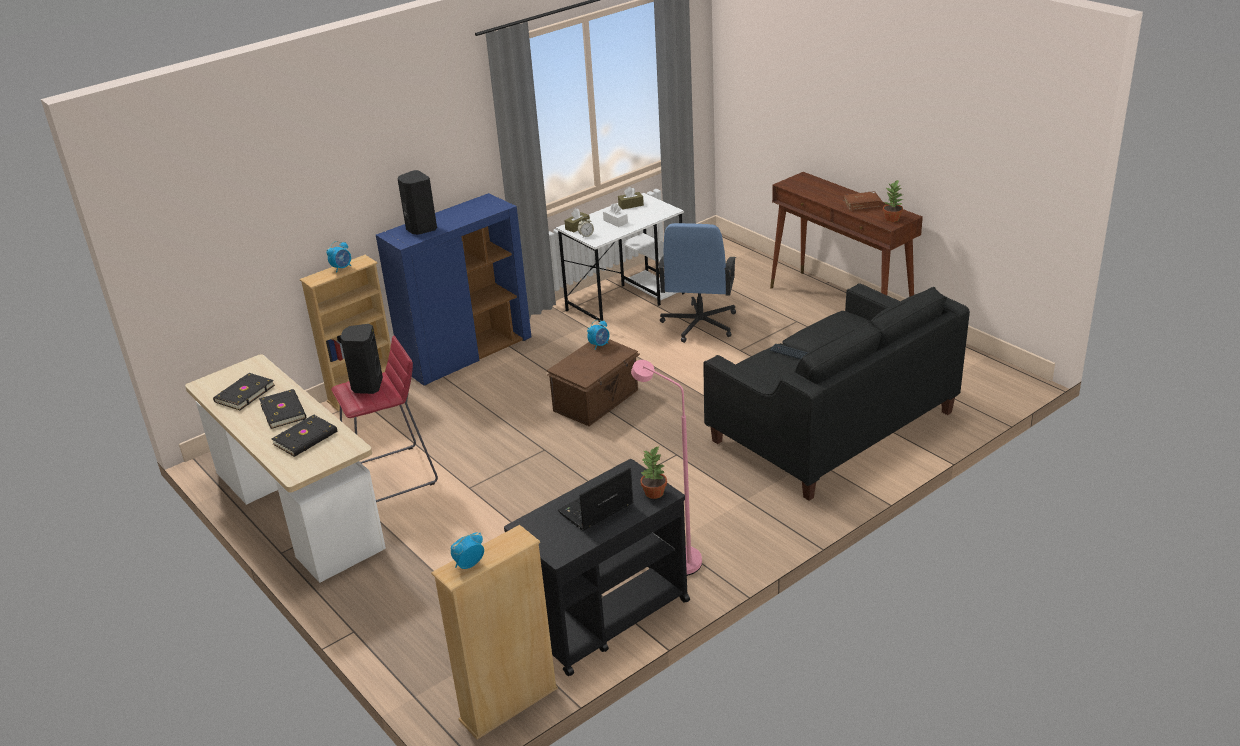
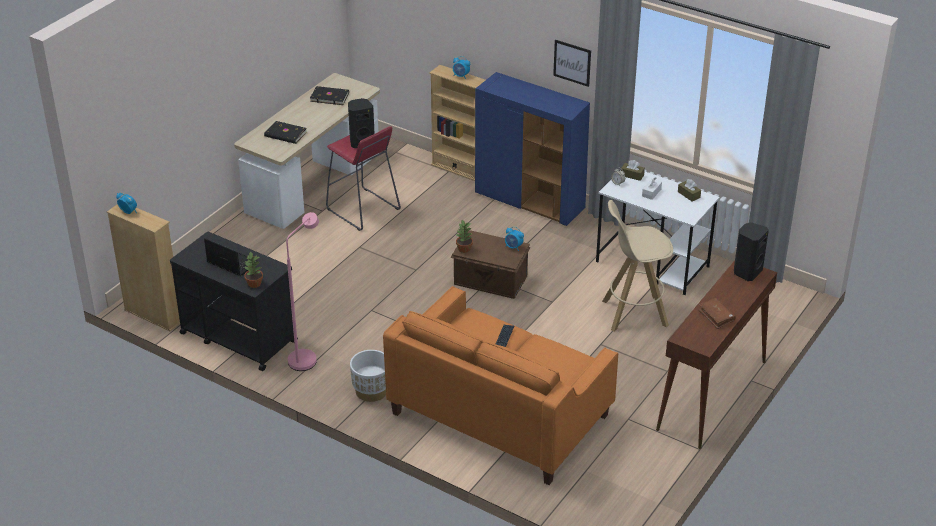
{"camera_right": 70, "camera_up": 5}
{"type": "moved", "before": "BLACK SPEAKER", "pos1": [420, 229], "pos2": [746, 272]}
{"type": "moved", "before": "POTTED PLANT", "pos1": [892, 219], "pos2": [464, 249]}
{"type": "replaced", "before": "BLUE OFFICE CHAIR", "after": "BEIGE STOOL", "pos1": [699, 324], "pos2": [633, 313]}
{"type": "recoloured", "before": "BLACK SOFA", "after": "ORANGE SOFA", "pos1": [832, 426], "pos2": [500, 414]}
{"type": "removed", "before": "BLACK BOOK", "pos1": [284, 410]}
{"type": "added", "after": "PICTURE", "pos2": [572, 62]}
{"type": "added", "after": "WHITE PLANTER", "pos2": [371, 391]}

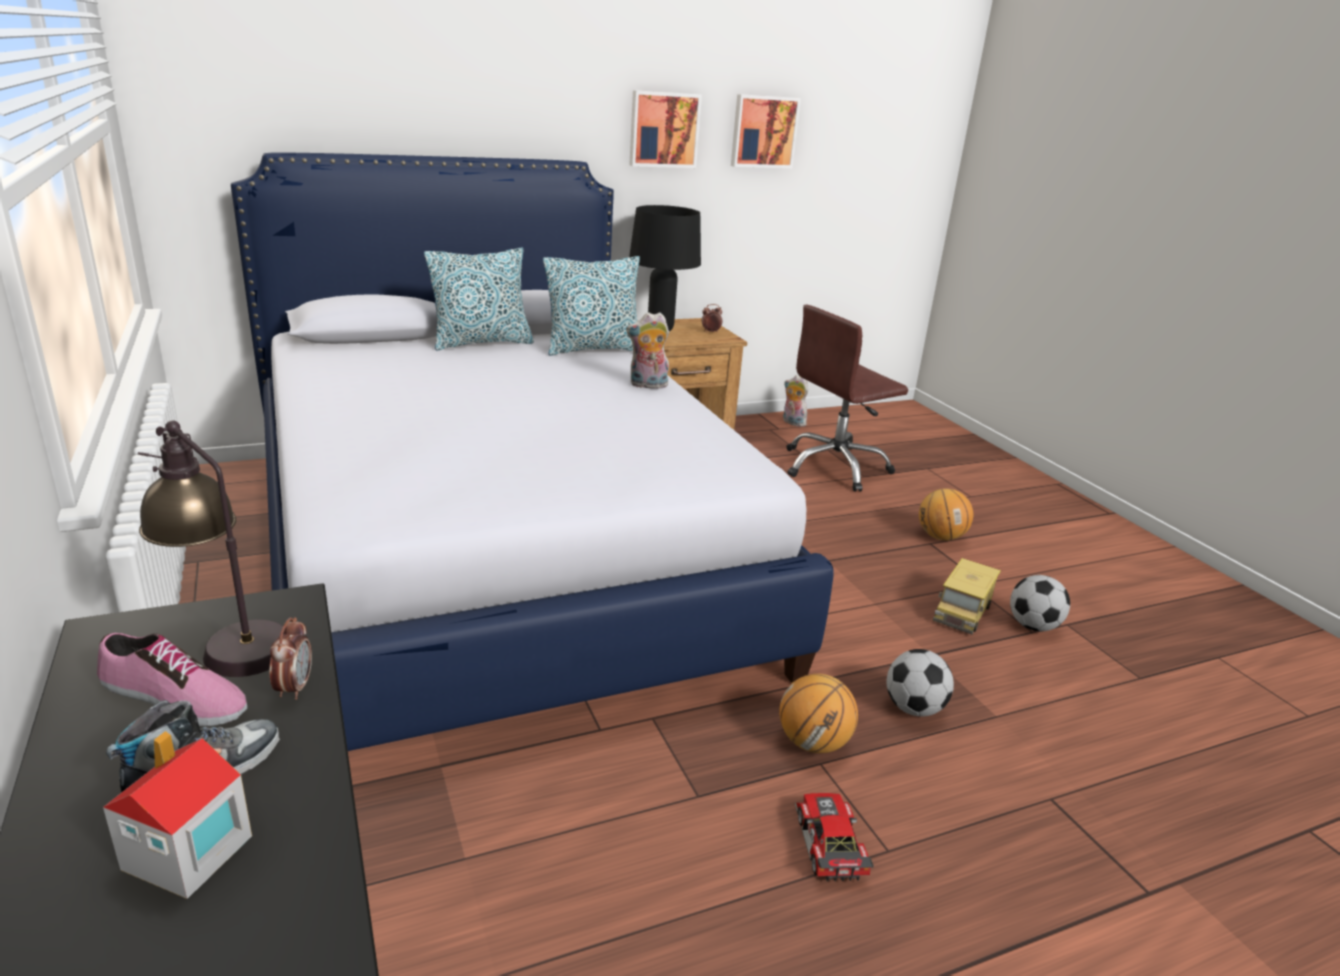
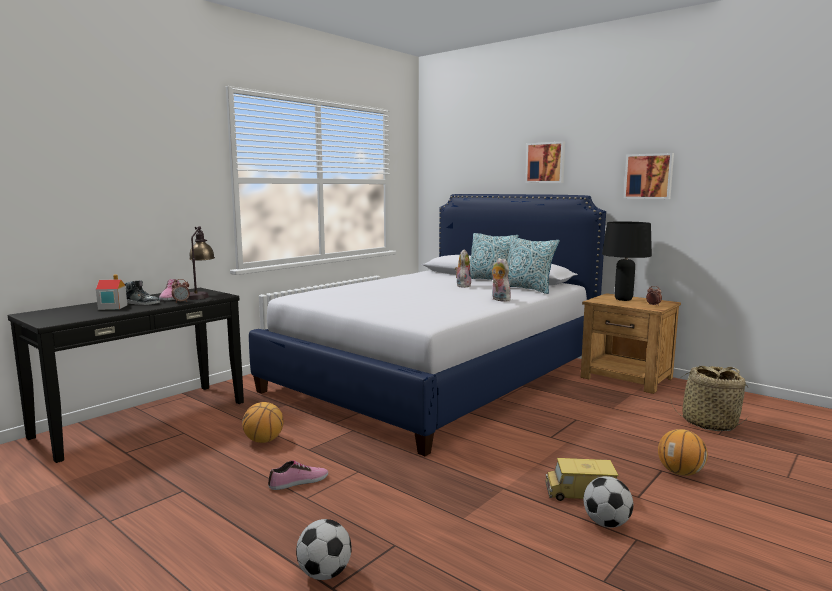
{"camera_right": 65, "camera_up": -15}
{"type": "moved", "before": "PICTURE", "pos1": [763, 131], "pos2": [545, 162]}
{"type": "replaced", "before": "BROWN OFFICE CHAIR", "after": "BASKET", "pos1": [835, 467], "pos2": [709, 423]}
{"type": "moved", "before": "PLUSH TOY", "pos1": [792, 422], "pos2": [462, 286]}
{"type": "moved", "before": "FOOTBALL", "pos1": [913, 709], "pos2": [324, 574]}
{"type": "moved", "before": "BASKETBALL", "pos1": [813, 743], "pos2": [264, 441]}
{"type": "replaced", "before": "TOY CAR", "after": "SHOE", "pos1": [826, 844], "pos2": [299, 482]}

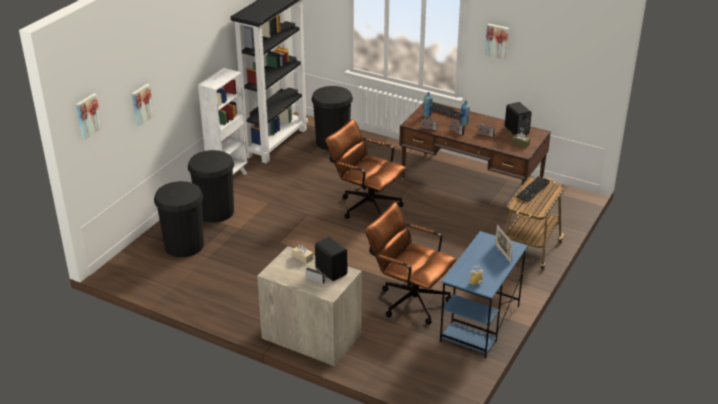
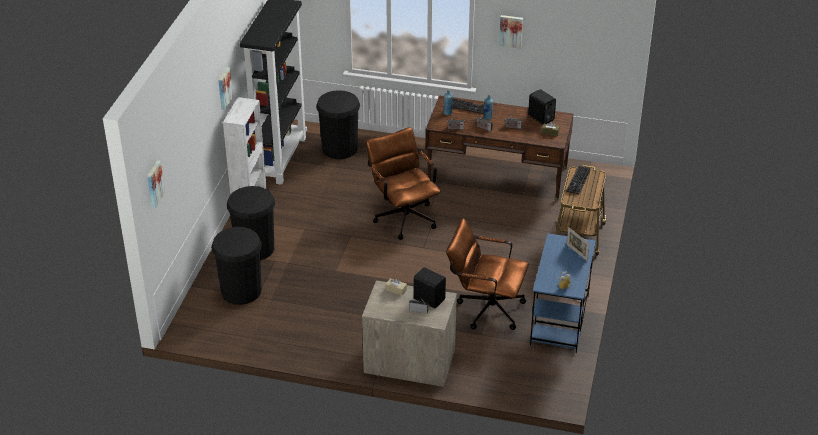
{"camera_right": -15, "camera_up": 5}
{"type": "moved", "before": "PICTURE", "pos1": [141, 104], "pos2": [223, 88]}
{"type": "turned", "before": "BROWN OFFICE CHAIR", "pos1": [365, 205], "pos2": [403, 215], "turn": 45}

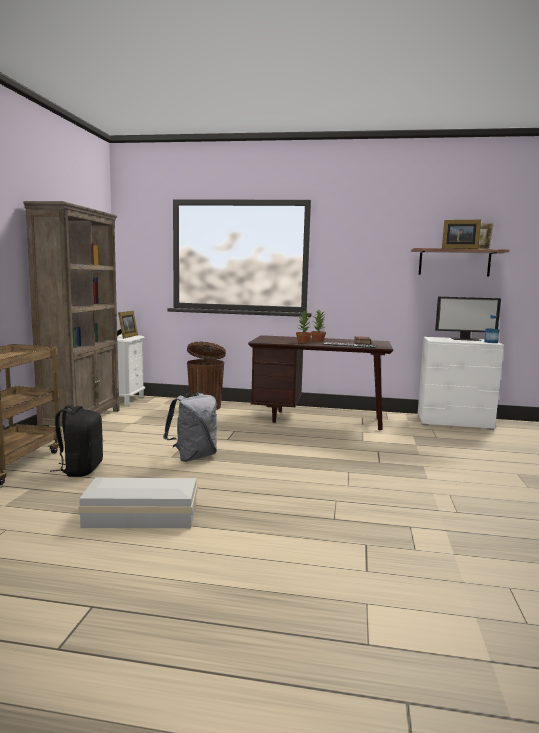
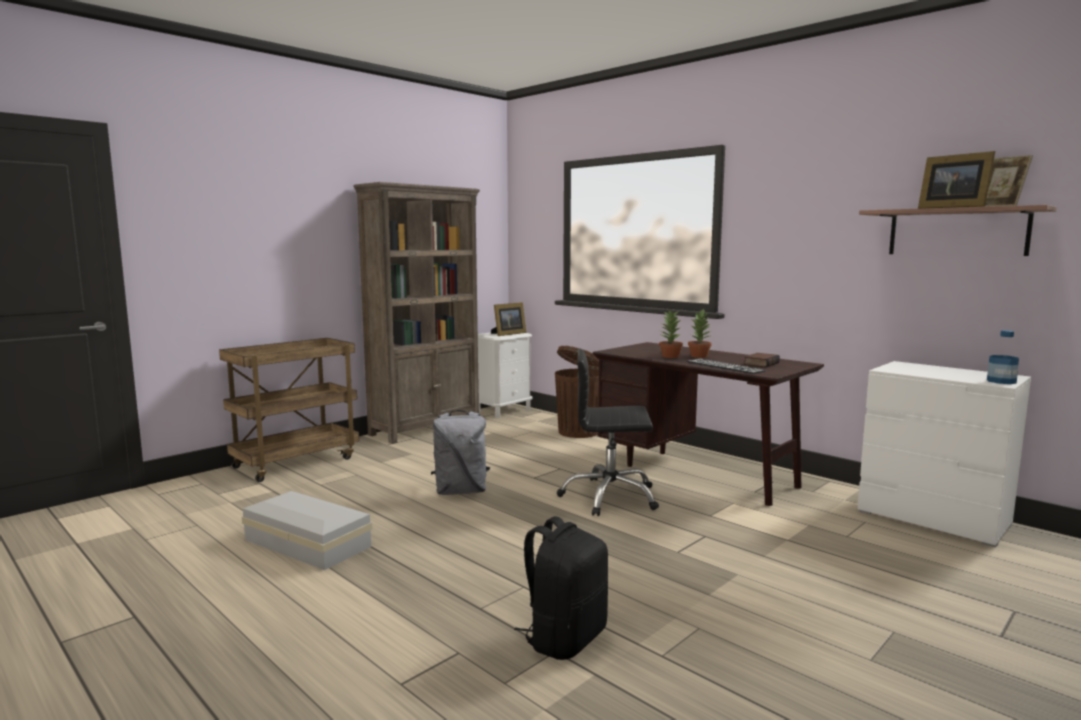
{"camera_right": 35, "camera_up": 0}
{"type": "removed", "before": "MONITOR", "pos1": [465, 339]}
{"type": "moved", "before": "BLACK BACKPACK", "pos1": [80, 469], "pos2": [564, 638]}
{"type": "added", "after": "BLACK OFFICE CHAIR", "pos2": [609, 497]}

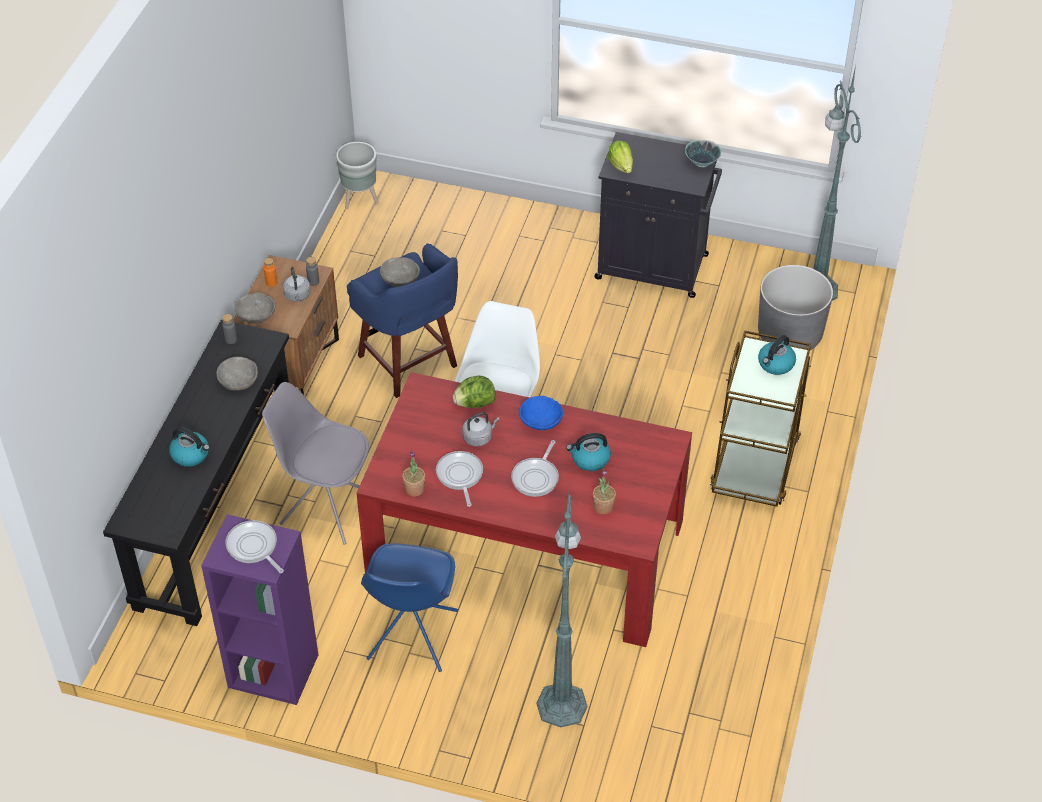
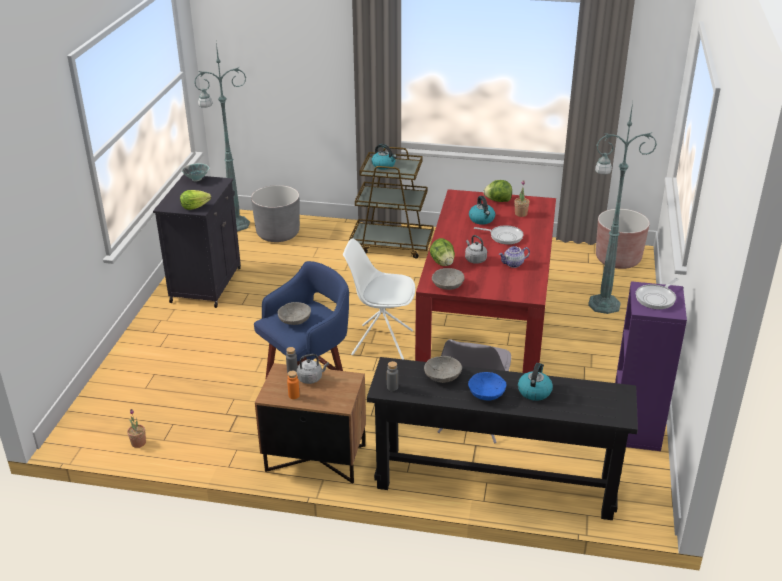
{"camera_right": -95, "camera_up": -15}
{"type": "removed", "before": "GREY PLANTER", "pos1": [360, 200]}
{"type": "moved", "before": "GREY BOWL", "pos1": [256, 315], "pos2": [448, 285]}
{"type": "moved", "before": "BLUE BOWL", "pos1": [540, 420], "pos2": [486, 394]}
{"type": "moved", "before": "POTTED PLANT", "pos1": [414, 489], "pos2": [138, 443]}
{"type": "replaced", "before": "FRYING PAN", "after": "TEAPOT", "pos1": [460, 476], "pos2": [513, 264]}
{"type": "removed", "before": "BLUE CHAIR", "pos1": [411, 636]}
{"type": "added", "after": "LETTUCE", "pos2": [498, 200]}
{"type": "added", "after": "BROWN PLANTER", "pos2": [618, 259]}

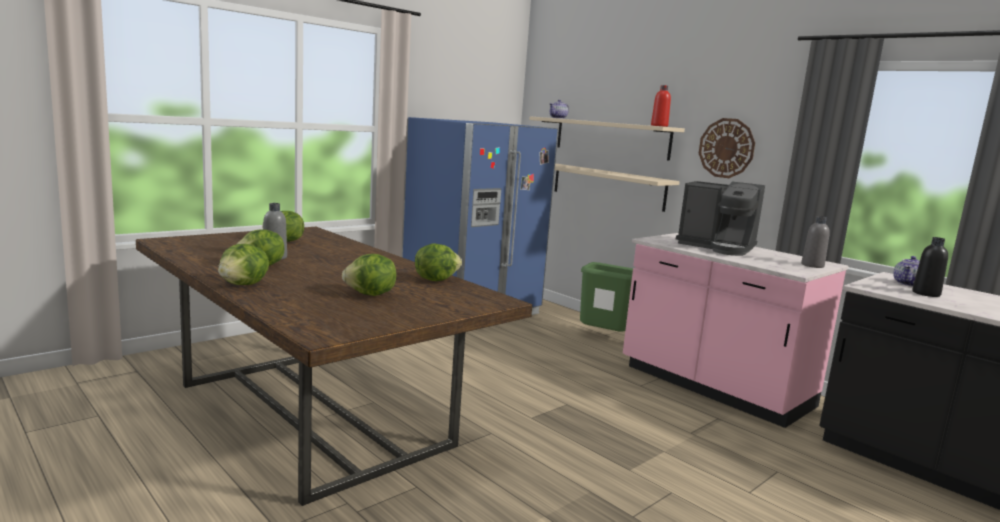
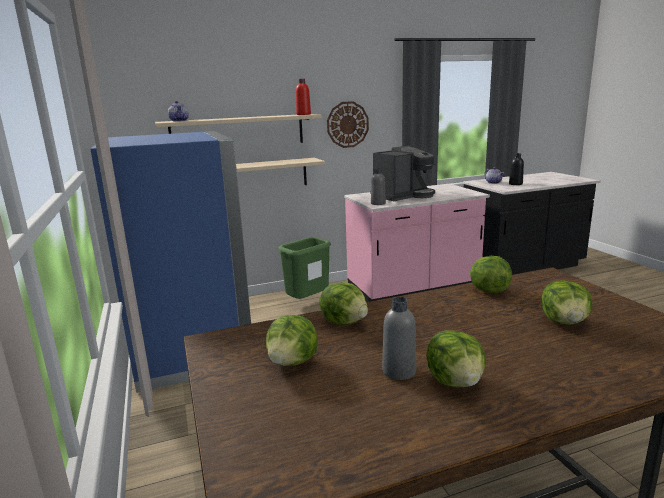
{"camera_right": -65, "camera_up": 5}
{"type": "moved", "before": "GREY BOTTLE", "pos1": [812, 265], "pos2": [378, 203]}
{"type": "moved", "before": "LETTUCE", "pos1": [244, 285], "pos2": [345, 322]}

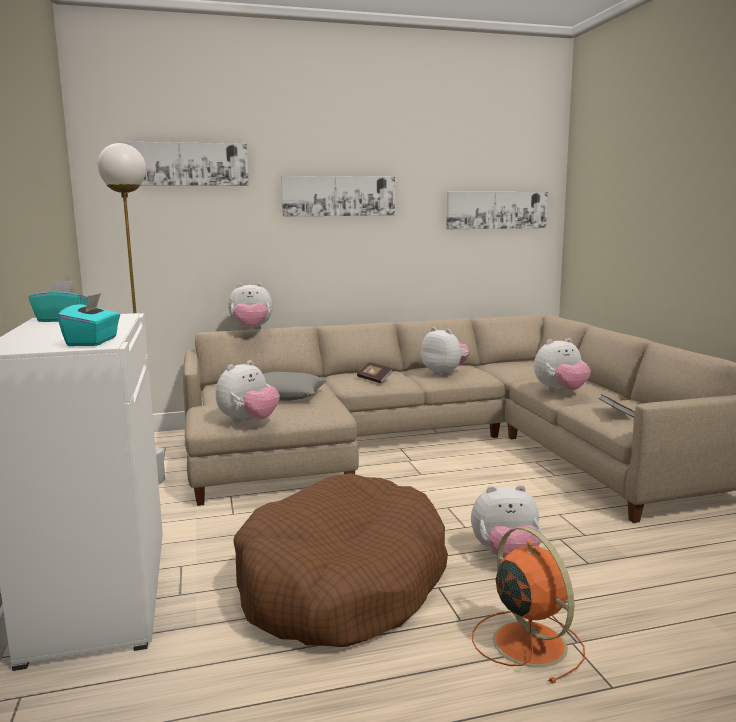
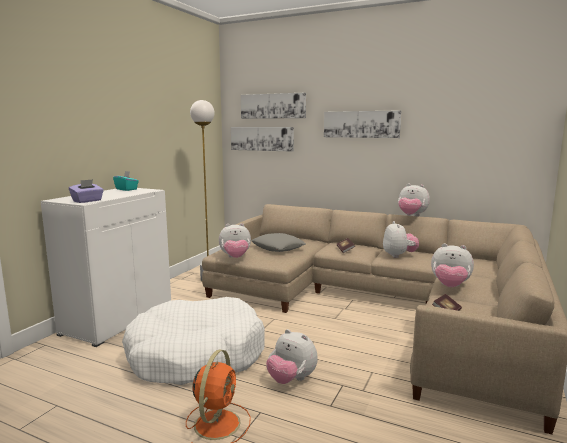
{"camera_right": 40, "camera_up": 0}
{"type": "moved", "before": "PICTURE", "pos1": [496, 210], "pos2": [262, 138]}
{"type": "moved", "before": "PLUSH TOY", "pos1": [251, 330], "pos2": [411, 216]}
{"type": "recoloured", "before": "TURQUOISE TISSUE BOX", "after": "PURPLE TISSUE BOX", "pos1": [93, 342], "pos2": [87, 201]}
{"type": "recoloured", "before": "BROWN DOG BED", "after": "WHITE DOG BED", "pos1": [342, 583], "pos2": [196, 355]}

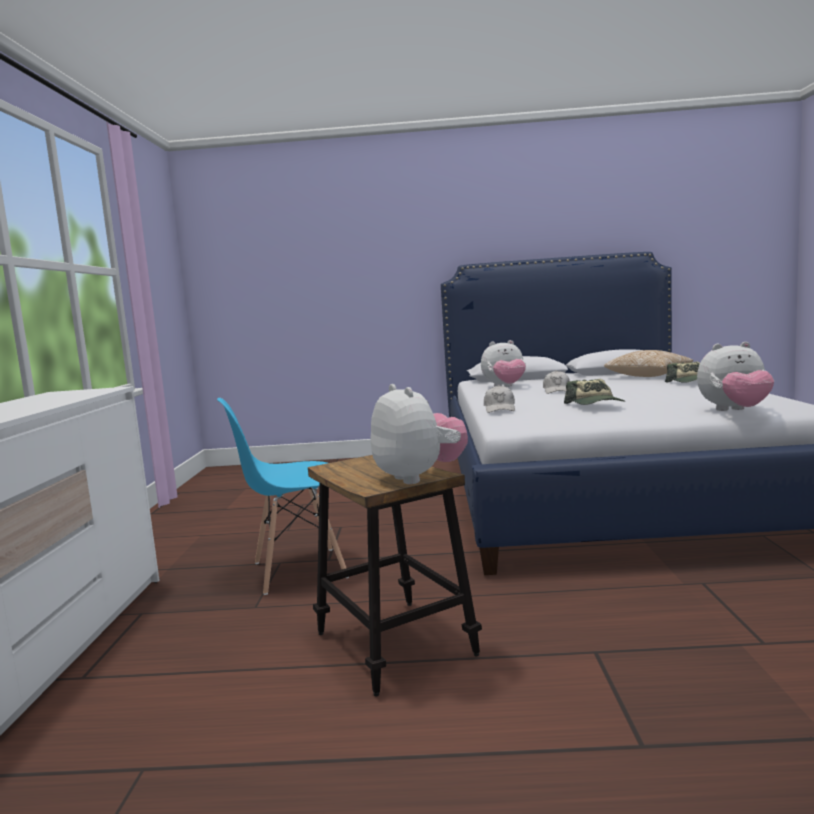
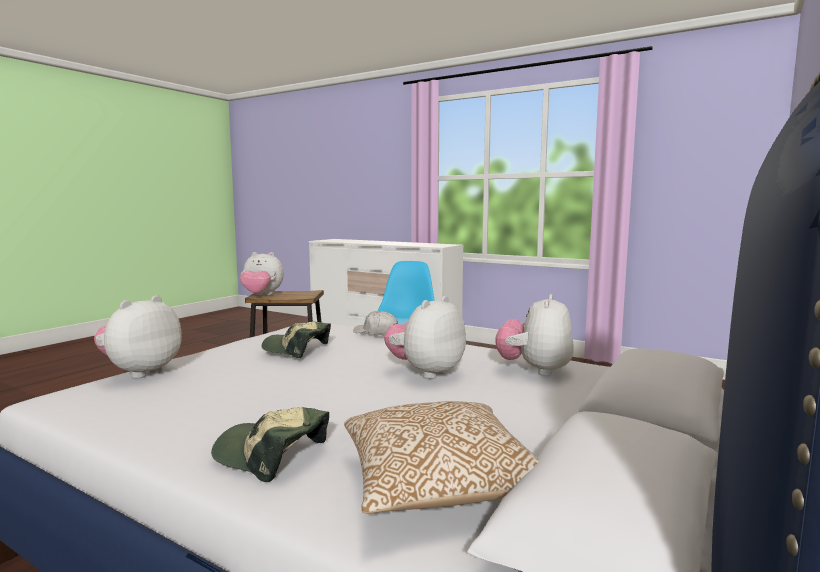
{"camera_right": 120, "camera_up": 0}
{"type": "replaced", "before": "WHITE CAP", "after": "PLUSH TOY", "pos1": [557, 391], "pos2": [426, 372]}

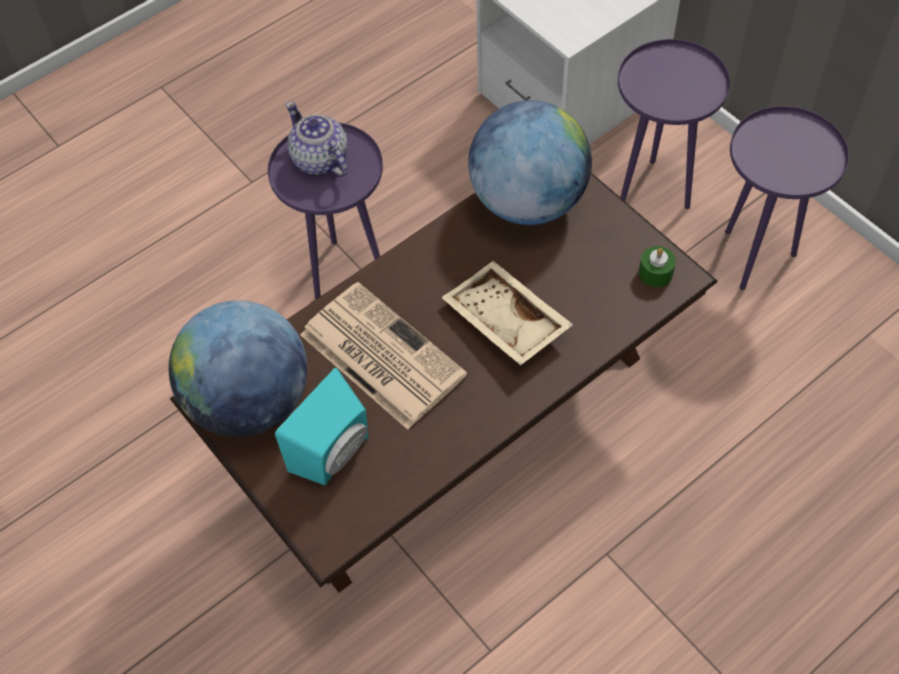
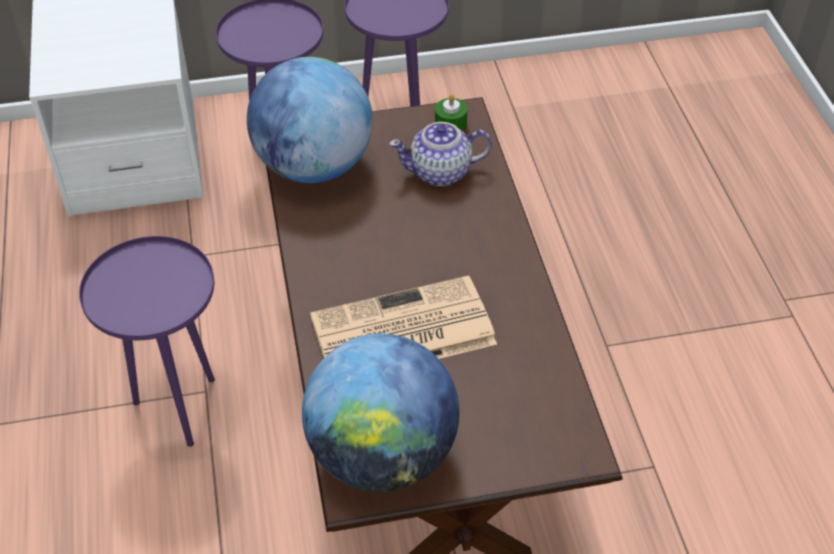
{"camera_right": -65, "camera_up": -10}
{"type": "moved", "before": "TEAPOT", "pos1": [320, 160], "pos2": [441, 172]}
{"type": "removed", "before": "BEIGE TRAY", "pos1": [504, 322]}
{"type": "removed", "before": "TURQUOISE SPEAKER", "pos1": [336, 454]}

